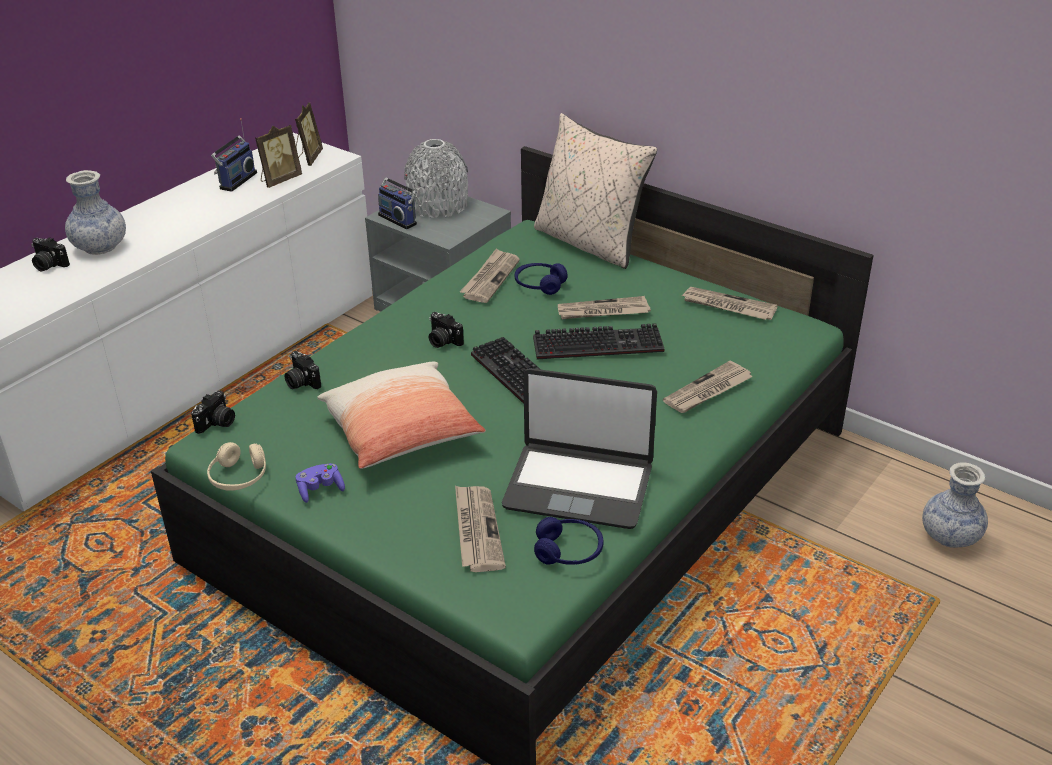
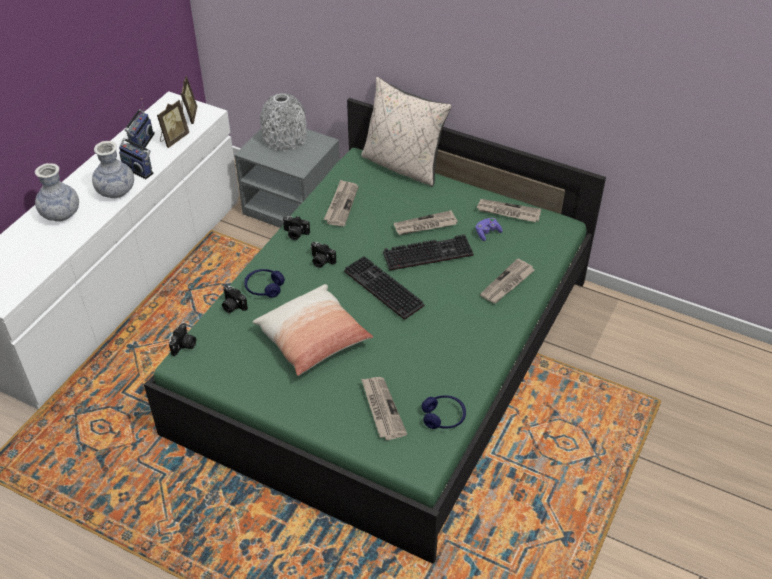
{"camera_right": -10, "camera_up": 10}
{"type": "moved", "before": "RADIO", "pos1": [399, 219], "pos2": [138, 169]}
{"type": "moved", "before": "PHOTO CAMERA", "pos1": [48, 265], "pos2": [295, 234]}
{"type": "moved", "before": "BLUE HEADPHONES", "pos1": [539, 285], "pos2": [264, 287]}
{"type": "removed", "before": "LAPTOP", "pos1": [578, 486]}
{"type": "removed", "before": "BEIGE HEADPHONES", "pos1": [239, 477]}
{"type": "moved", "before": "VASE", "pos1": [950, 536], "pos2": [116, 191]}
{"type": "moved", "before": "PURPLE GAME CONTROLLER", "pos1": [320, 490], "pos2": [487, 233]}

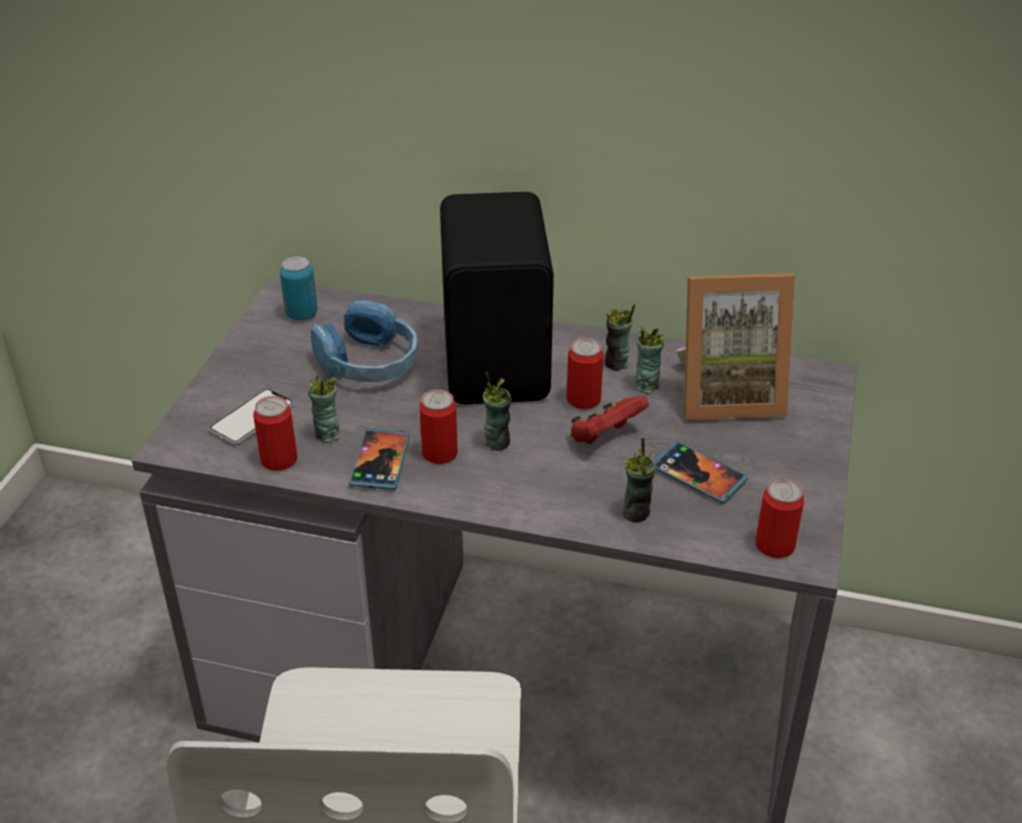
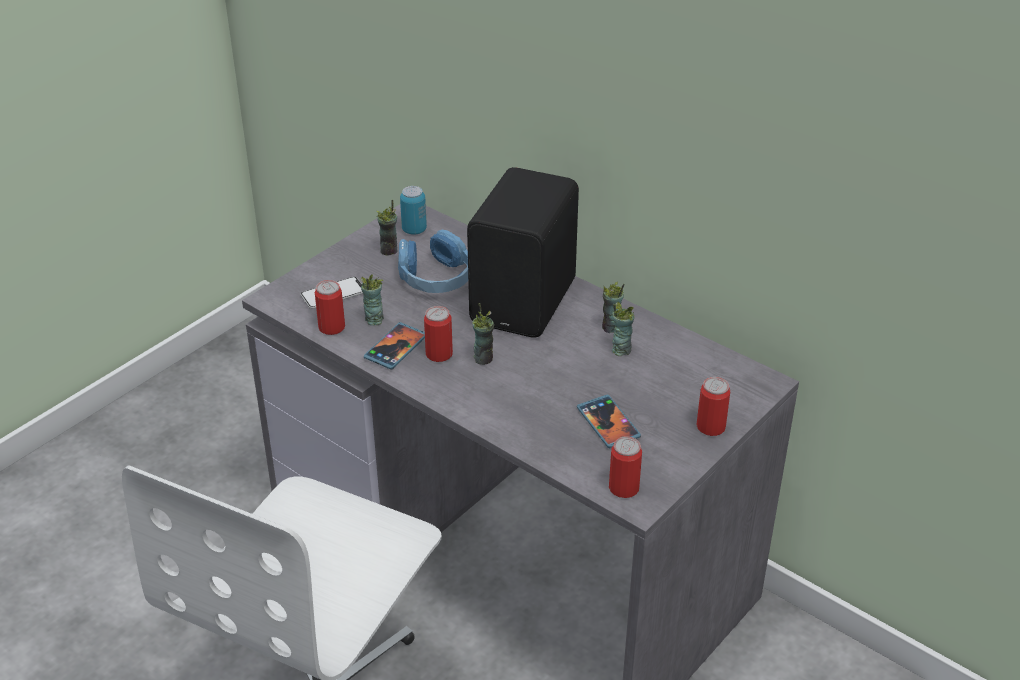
{"camera_right": 25, "camera_up": 0}
{"type": "removed", "before": "PICTURE FRAME", "pos1": [727, 394]}
{"type": "moved", "before": "CAN", "pos1": [583, 399], "pos2": [710, 427]}
{"type": "removed", "before": "RED GAME CONTROLLER", "pos1": [605, 437]}
{"type": "moved", "before": "CUP", "pos1": [636, 513], "pos2": [389, 250]}

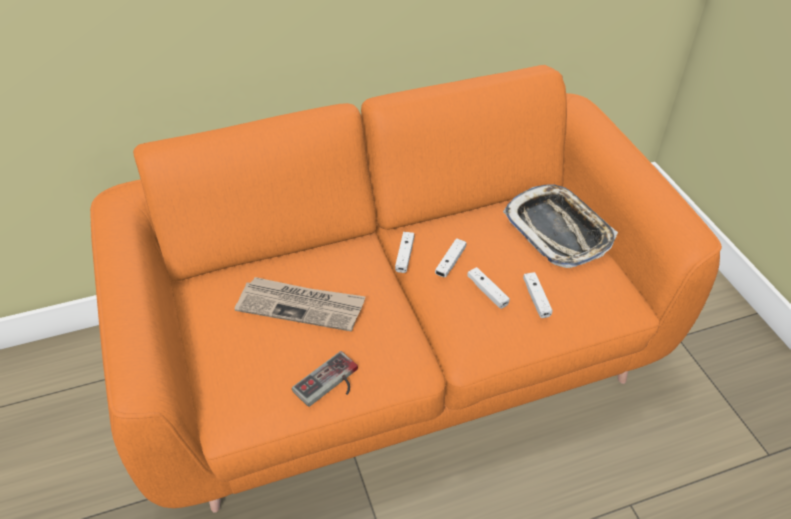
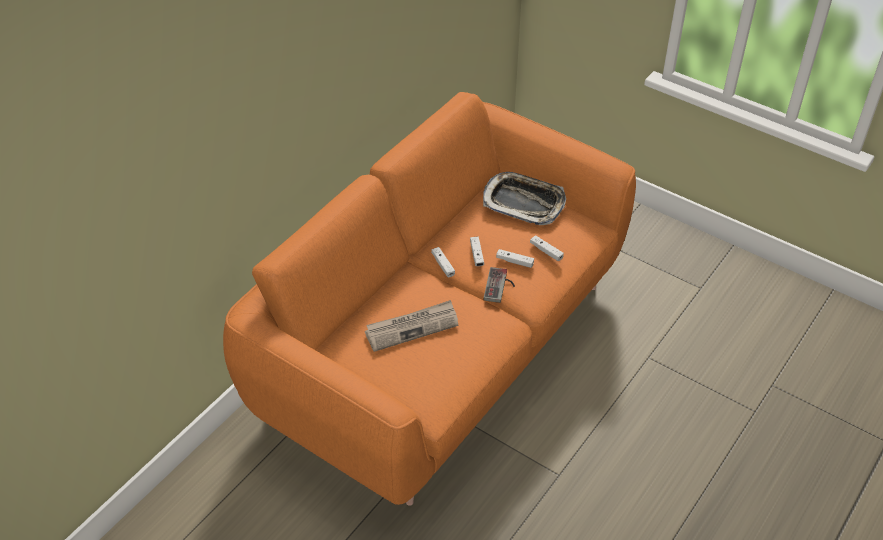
{"camera_right": -35, "camera_up": 0}
{"type": "moved", "before": "GAME CONTROLLER", "pos1": [330, 384], "pos2": [500, 286]}

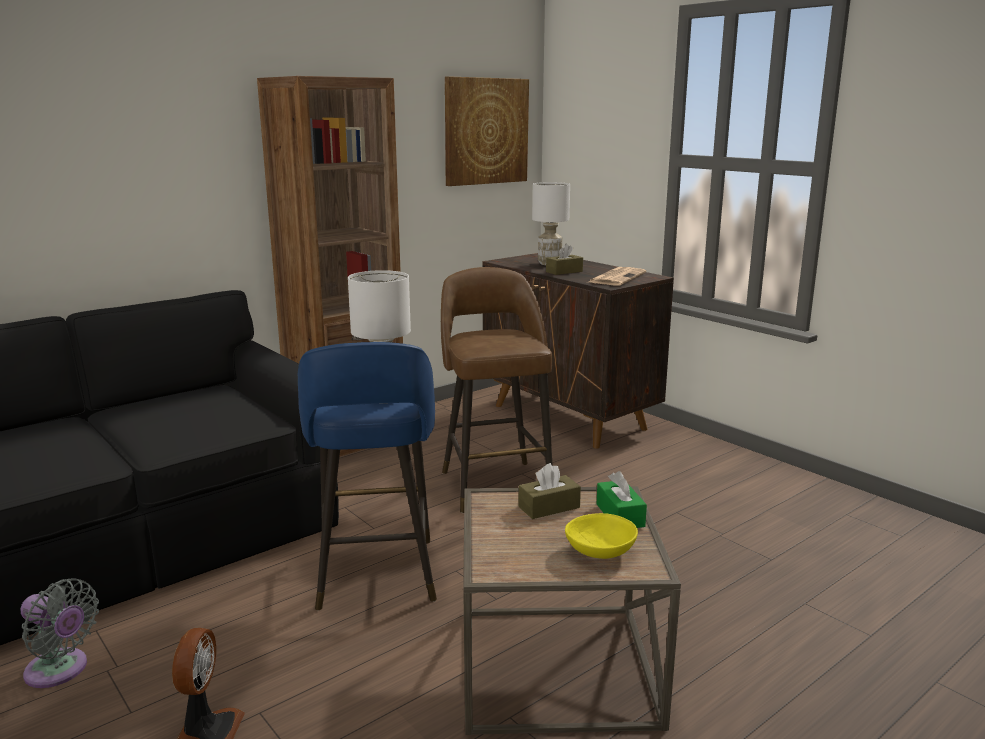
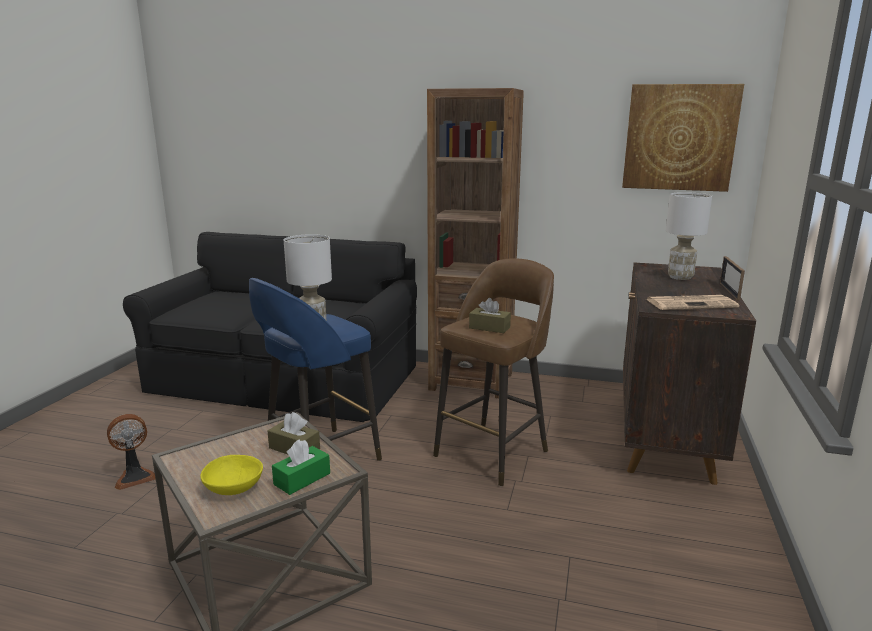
{"camera_right": 55, "camera_up": 0}
{"type": "moved", "before": "BROWN TISSUE BOX", "pos1": [564, 271], "pos2": [489, 328]}
{"type": "removed", "before": "GREY FAN", "pos1": [60, 671]}
{"type": "added", "after": "PICTURE FRAME", "pos2": [729, 291]}

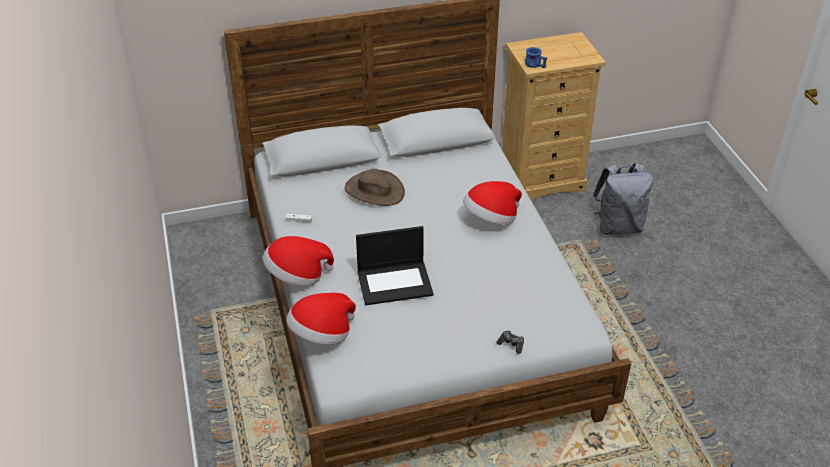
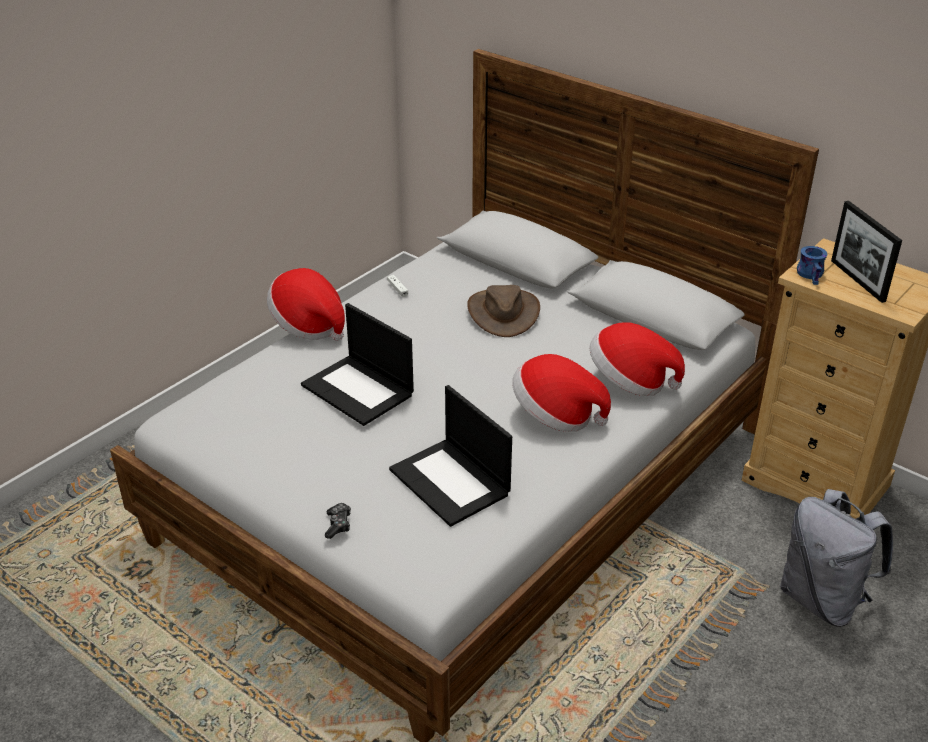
{"camera_right": 55, "camera_up": -5}
{"type": "moved", "before": "HAT", "pos1": [322, 334], "pos2": [630, 381]}
{"type": "added", "after": "PICTURE FRAME", "pos2": [857, 280]}
{"type": "added", "after": "LAPTOP", "pos2": [451, 482]}

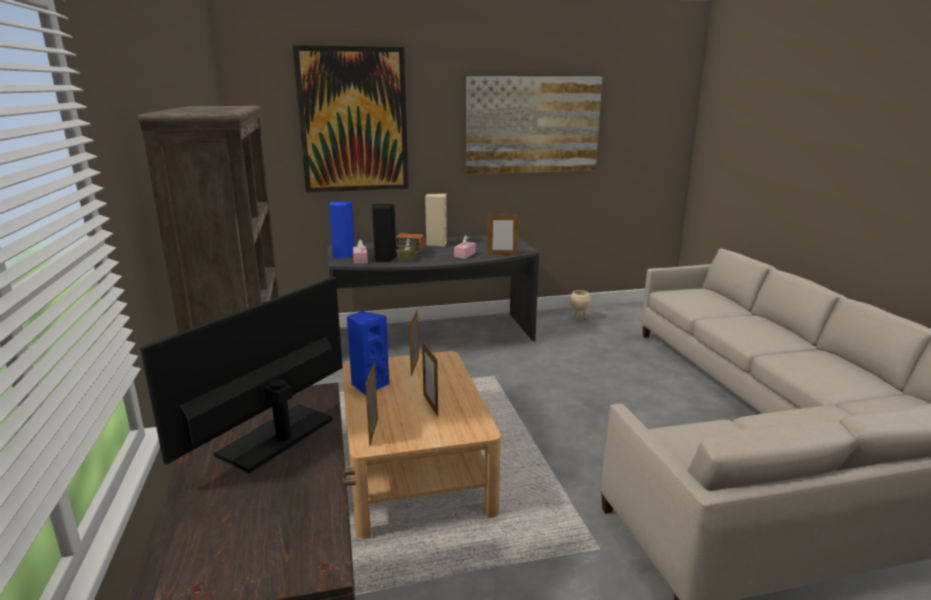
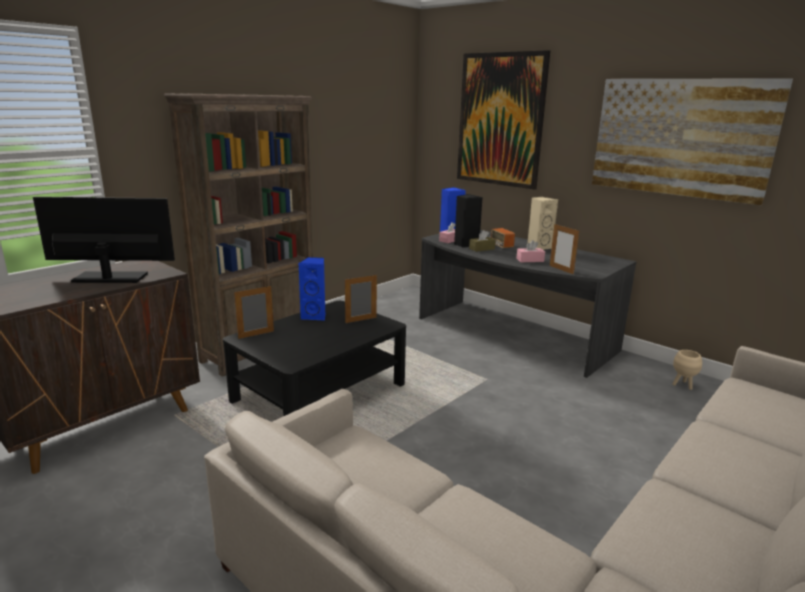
{"camera_right": 55, "camera_up": 0}
{"type": "removed", "before": "PICTURE FRAME", "pos1": [430, 405]}
{"type": "recoloured", "before": "BEIGE COFFEE TABLE", "after": "BLACK COFFEE TABLE", "pos1": [415, 467], "pos2": [319, 392]}

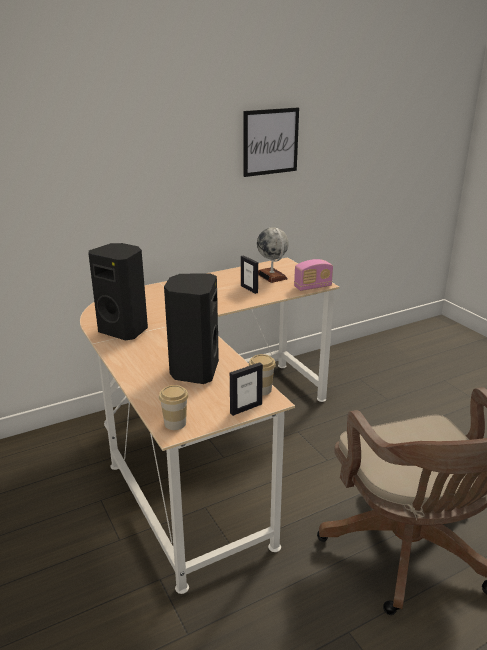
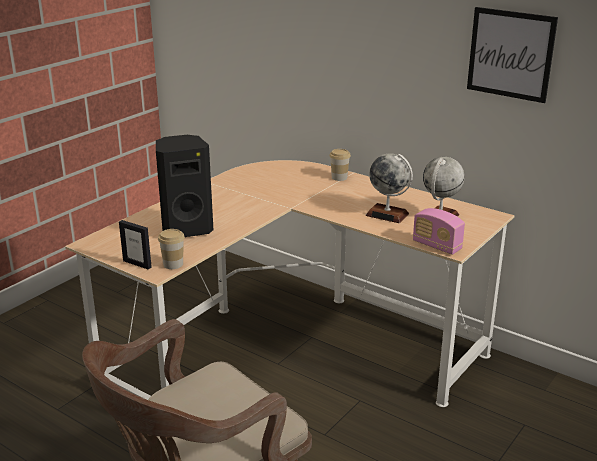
{"camera_right": 65, "camera_up": 0}
{"type": "removed", "before": "BLACK SPEAKER", "pos1": [125, 330]}
{"type": "replaced", "before": "PICTURE FRAME", "after": "GLOBE", "pos1": [249, 289], "pos2": [387, 214]}
{"type": "moved", "before": "CUP", "pos1": [175, 423], "pos2": [339, 177]}

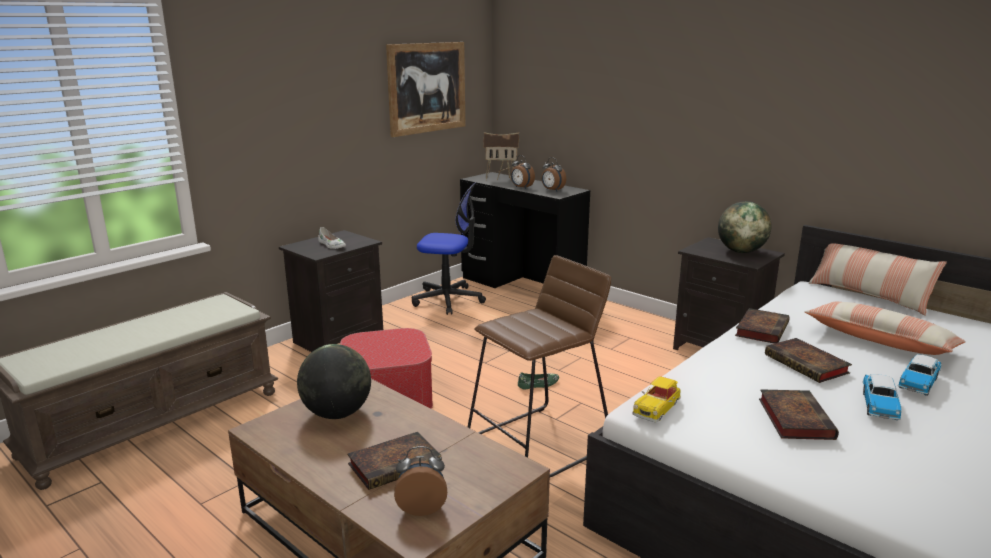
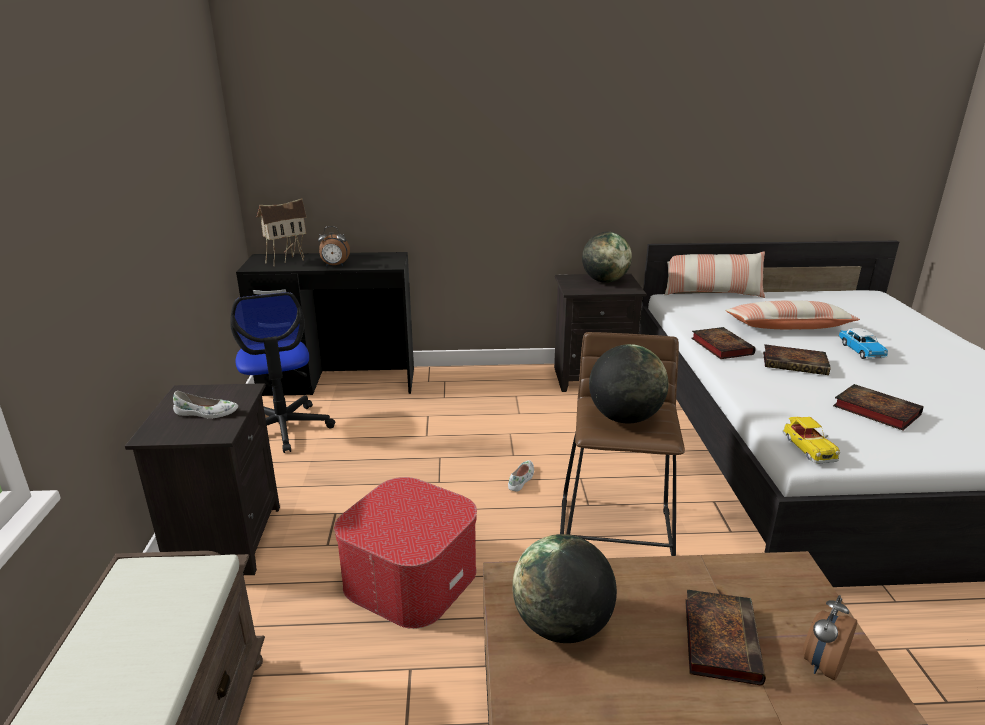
{"camera_right": -45, "camera_up": 5}
{"type": "removed", "before": "PICTURE", "pos1": [427, 88]}
{"type": "removed", "before": "ALARM CLOCK", "pos1": [552, 190]}
{"type": "turned", "before": "OFFICE CHAIR", "pos1": [448, 300], "pos2": [283, 428], "turn": 105}
{"type": "recoloured", "before": "GREEN SHOE", "after": "WHITE SHOE", "pos1": [538, 384], "pos2": [522, 479]}
{"type": "removed", "before": "TOY CAR", "pos1": [879, 406]}
{"type": "added", "after": "GLOBE", "pos2": [625, 418]}

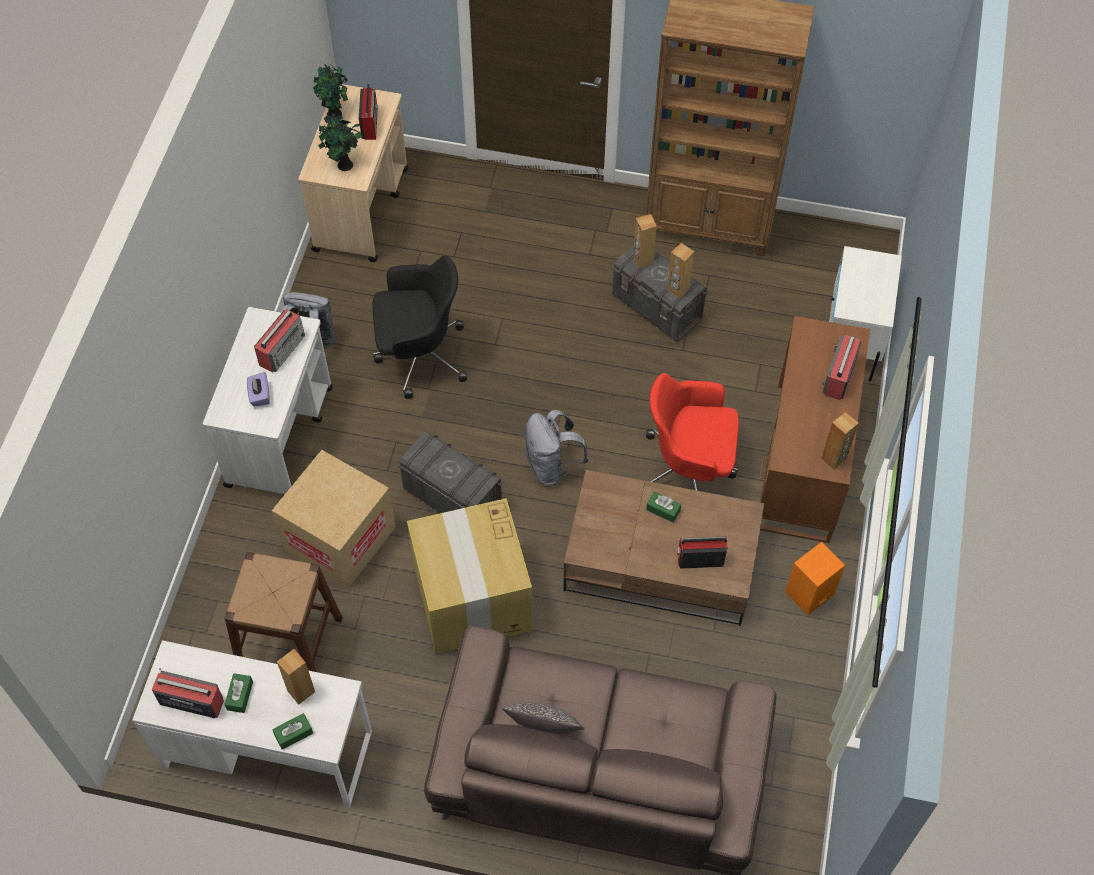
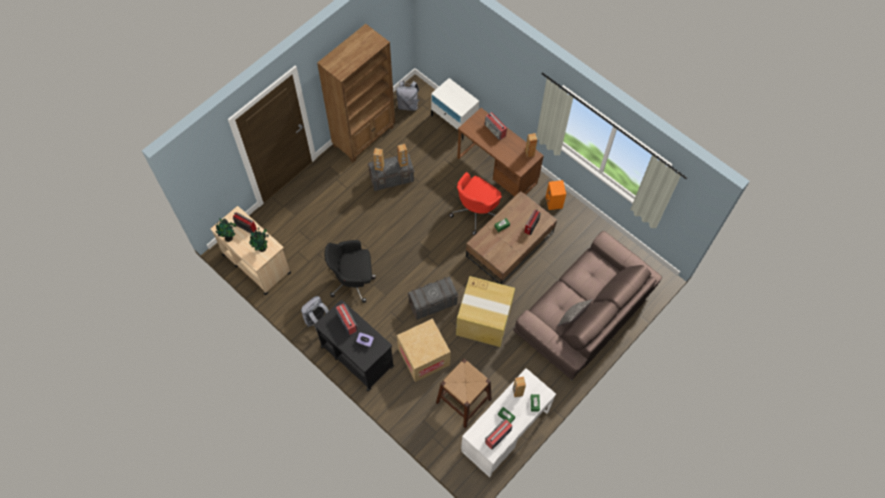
{"camera_right": -60, "camera_up": 5}
{"type": "turned", "before": "BLACK OFFICE CHAIR", "pos1": [419, 355], "pos2": [353, 280], "turn": -120}
{"type": "recoloured", "before": "WHITE CART", "after": "BLACK CART", "pos1": [280, 435], "pos2": [356, 356]}
{"type": "moved", "before": "GREY BACKPACK", "pos1": [552, 466], "pos2": [408, 105]}

